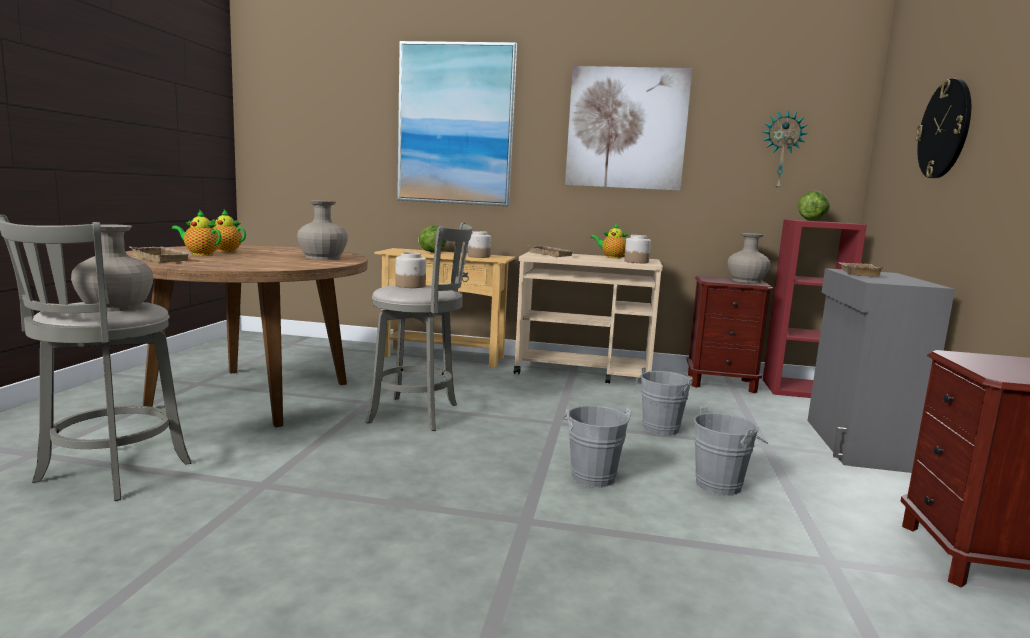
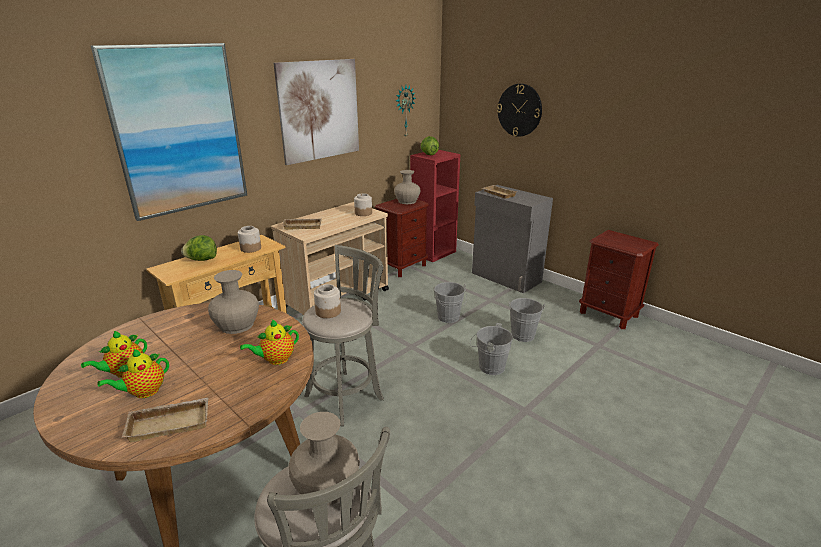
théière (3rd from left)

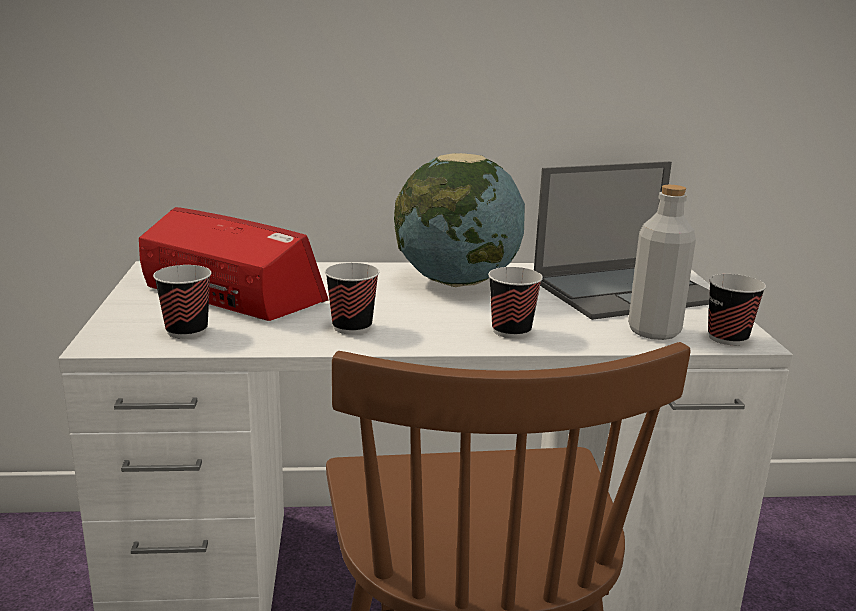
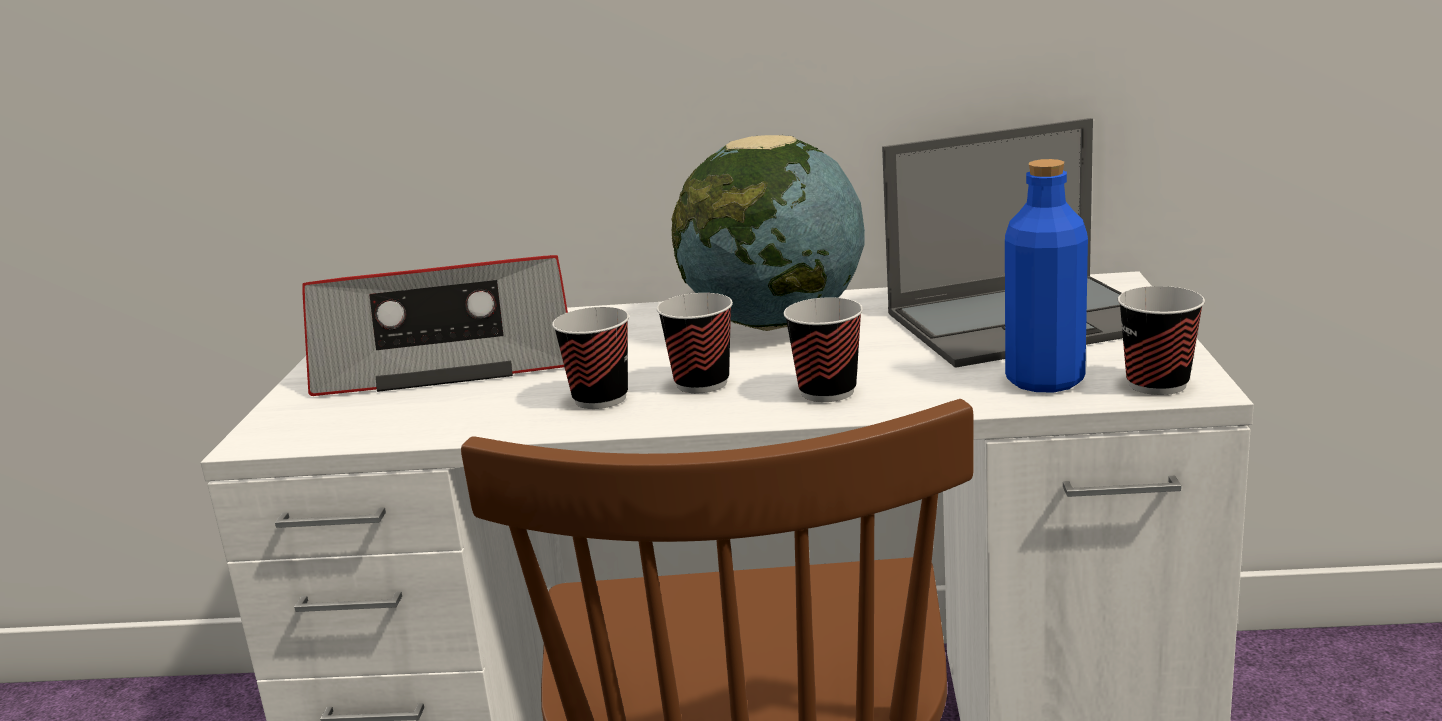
bouteille/bleu
radio
tasse (2nd from left)

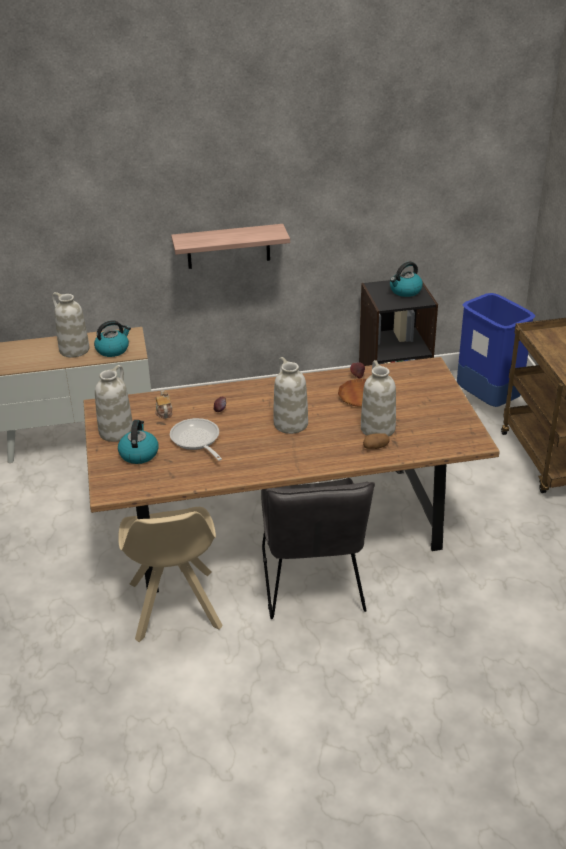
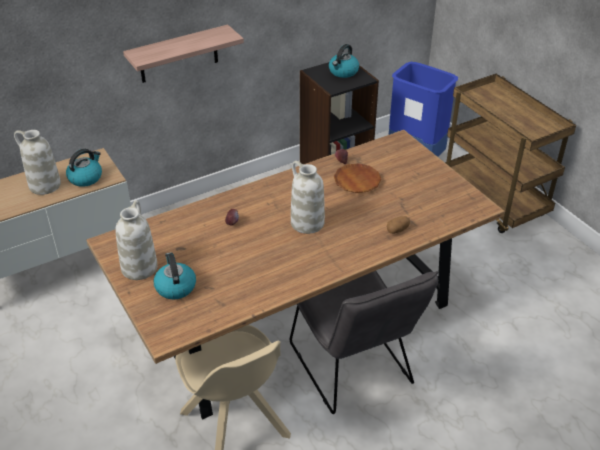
vase/blanc (4th from left in the first image)
théière
poêle

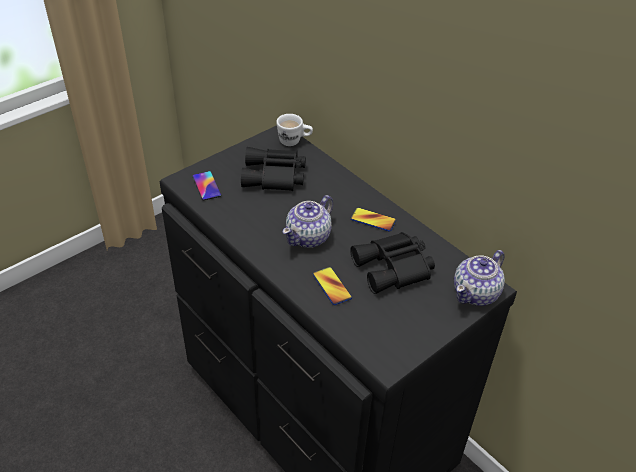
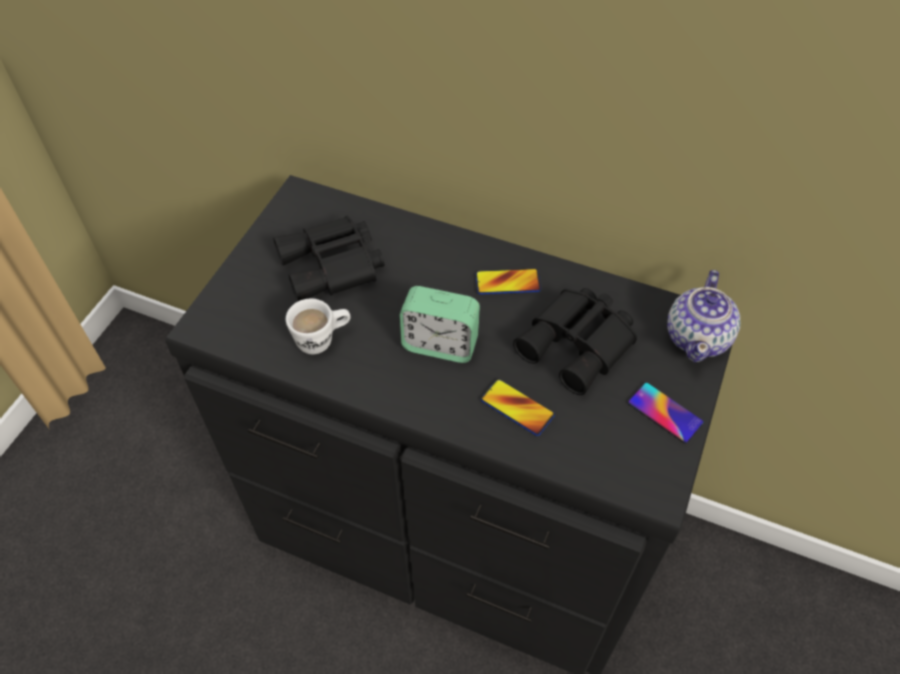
mug/blanc
téléphone (3rd from left)
réveil

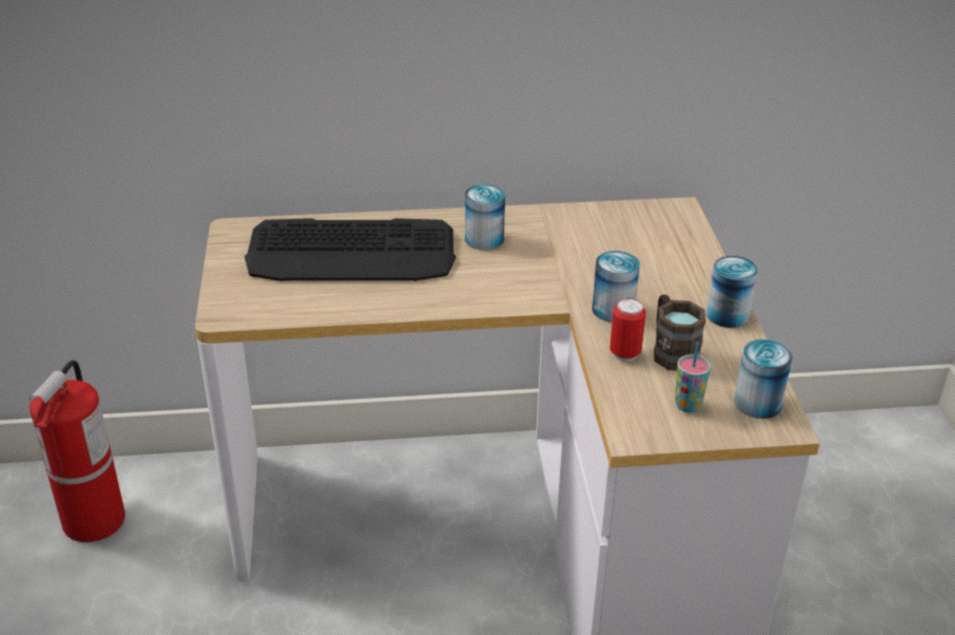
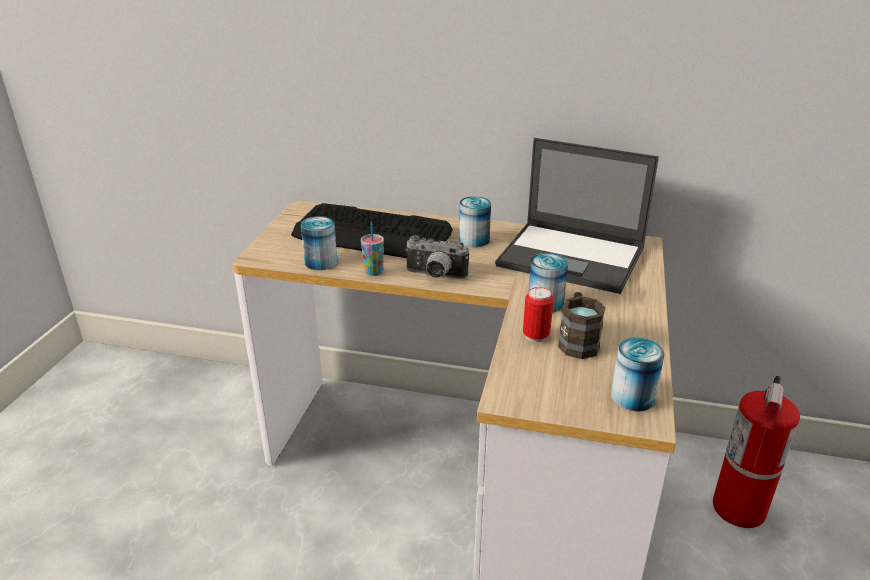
boîte métallique (1st from left)
tasse
extincteur
ordinateur portable
appareil photo

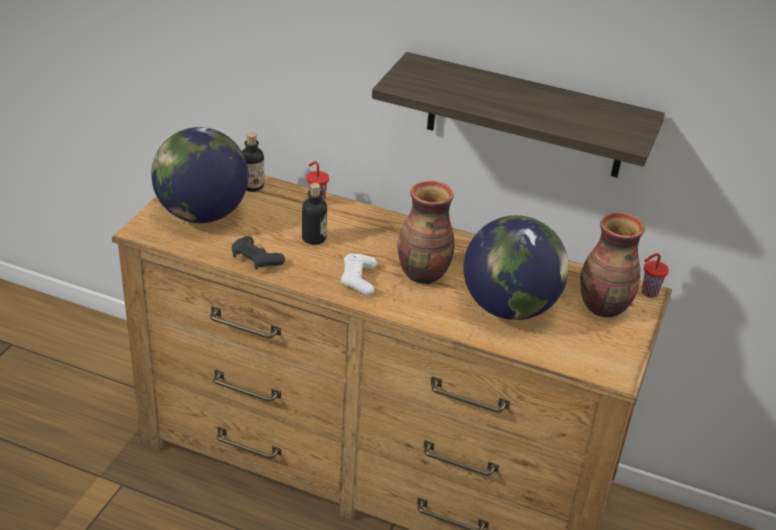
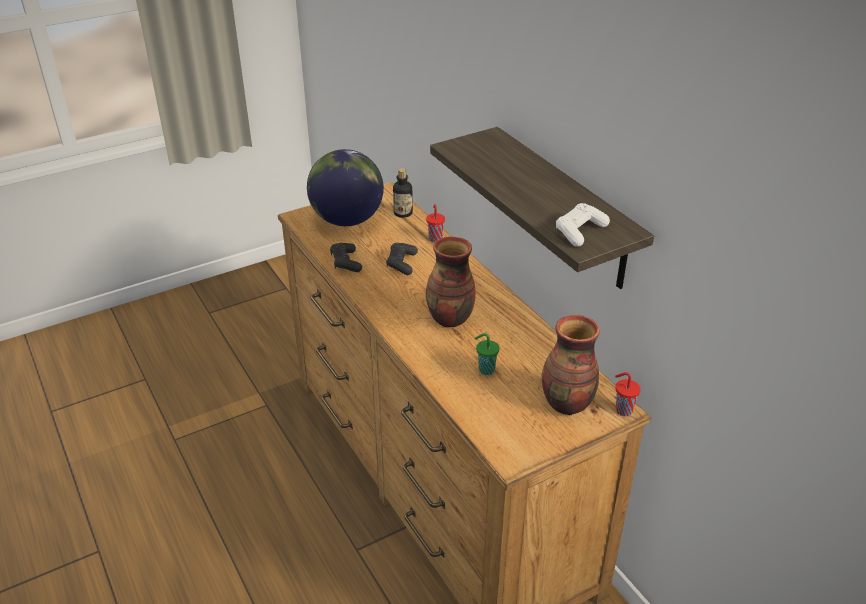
manette/noir (2nd from left)
tasse/vert
manette/blanc

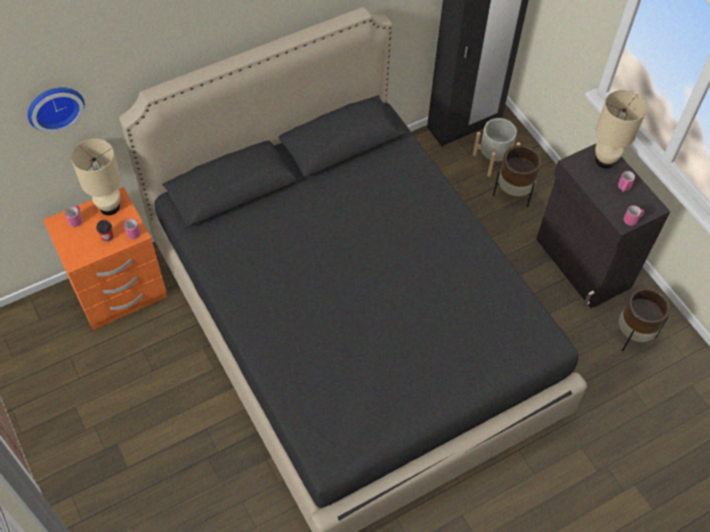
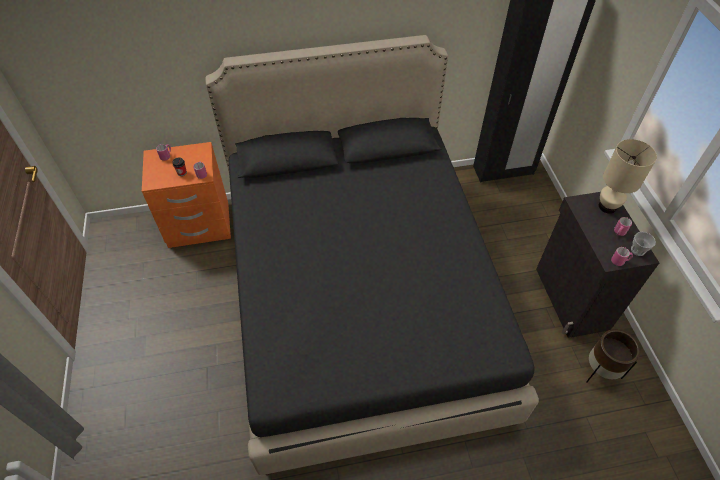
horloge murale
cache-pot/gris
lampe de table/beige (1st from left in the first image)
cache-pot/marron (1st from left in the first image)
tasse (2nd from left)

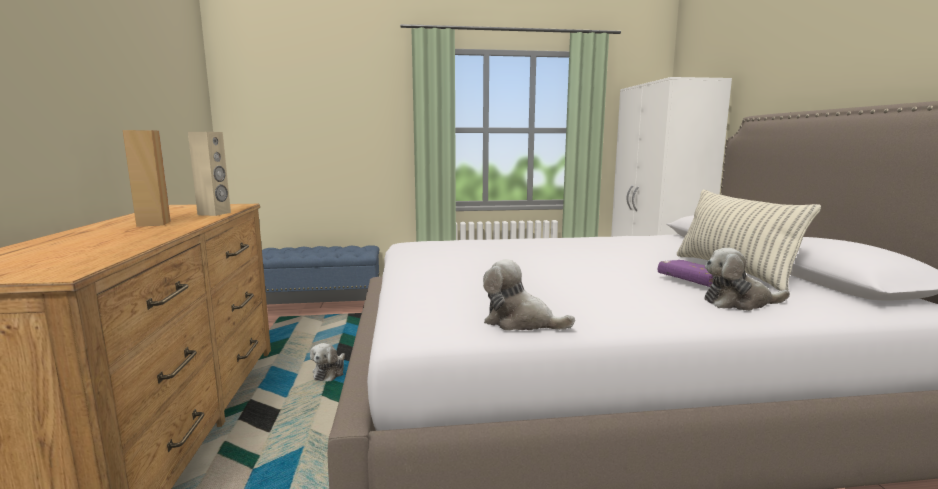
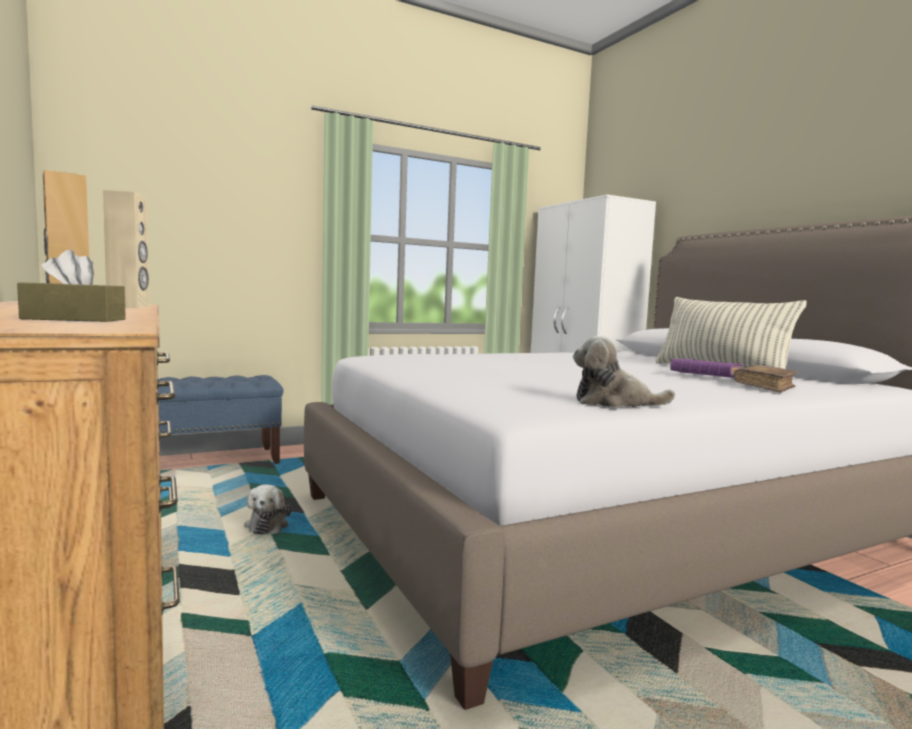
livre/marron
boîte à mouchoirs/marron

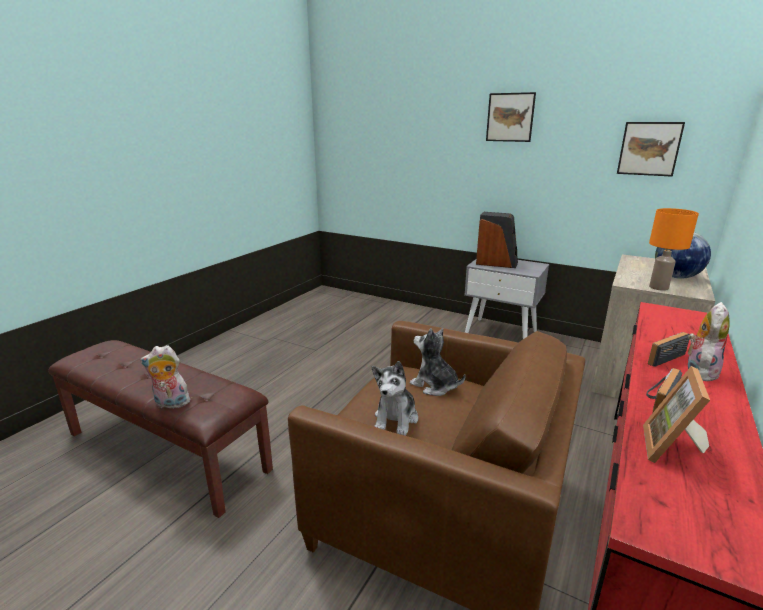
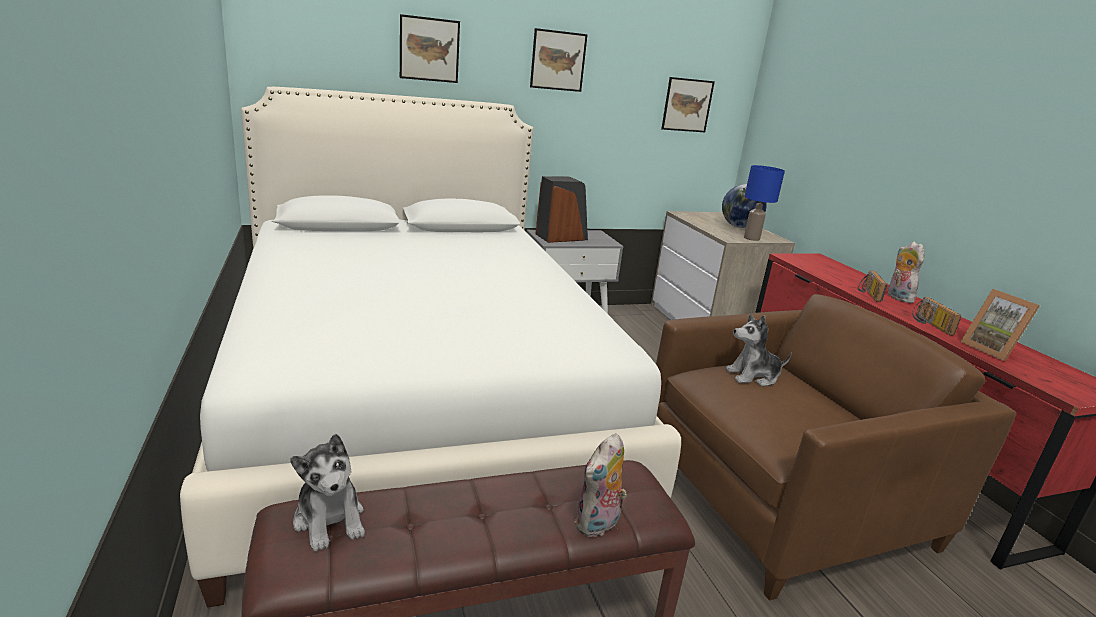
lampe de table/bleu
peluche (1st from left)
tableau (1st from left)
lit/blanc

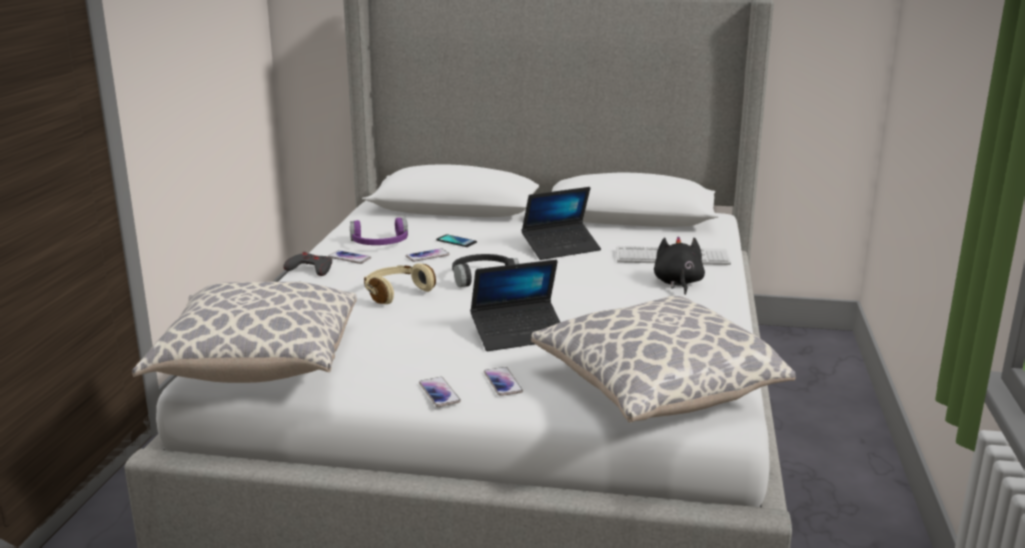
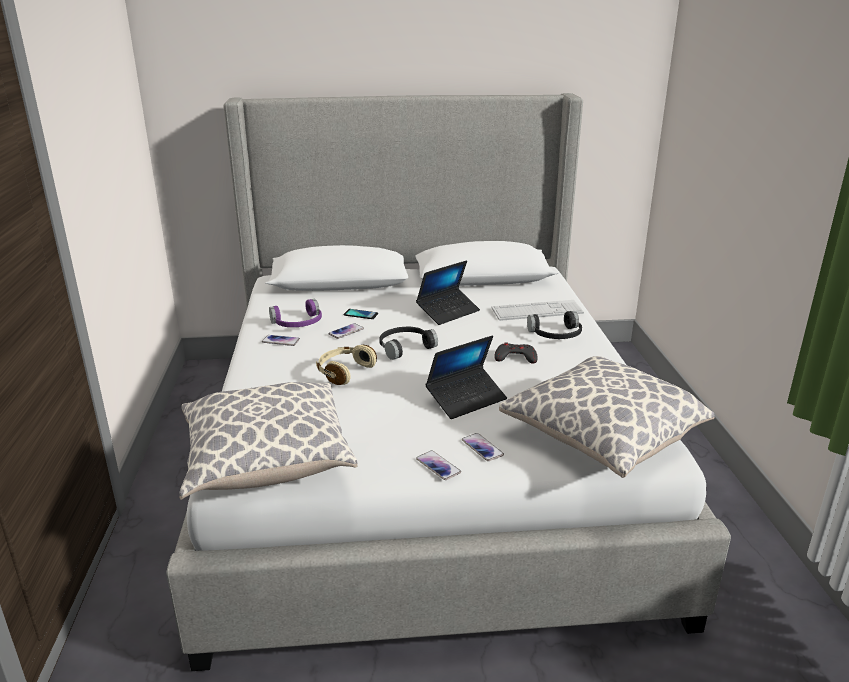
casque audio/noir (2nd from left)
manette/gris

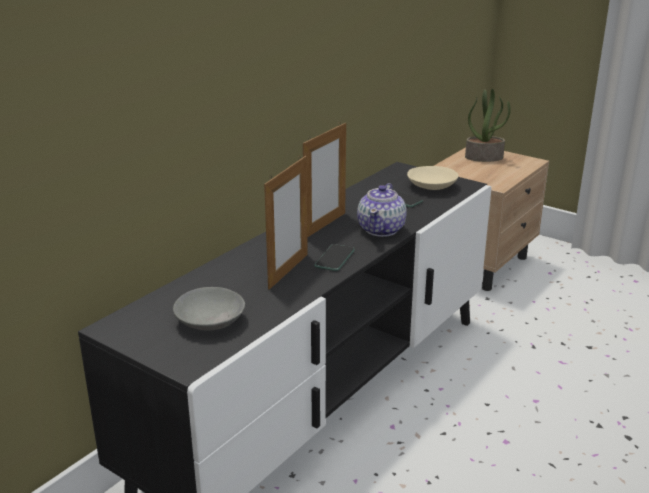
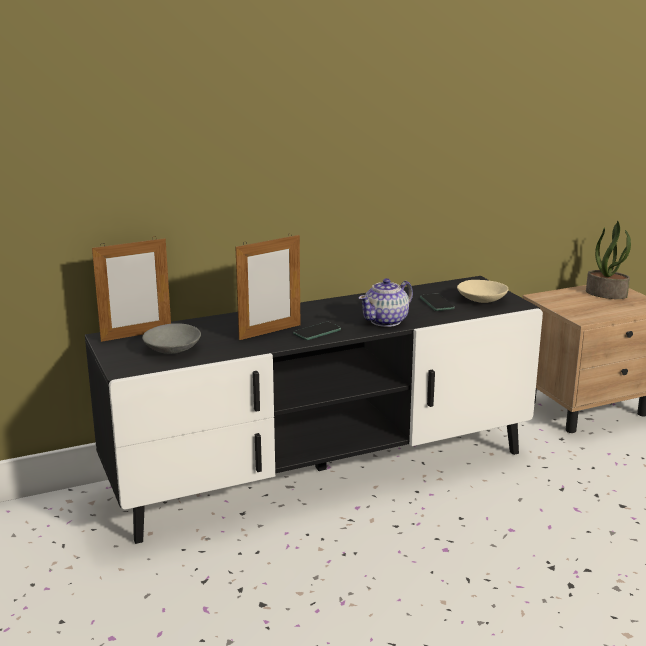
cadre photo (1st from left)

